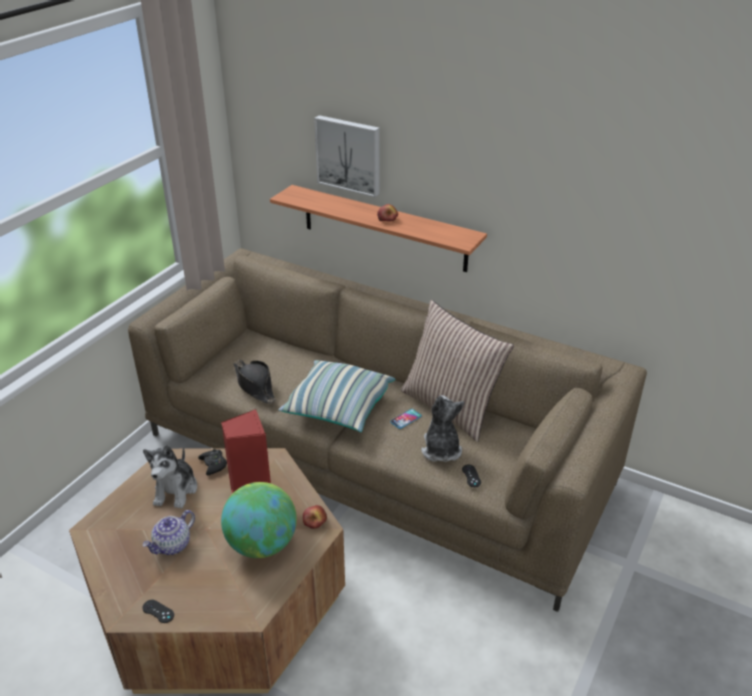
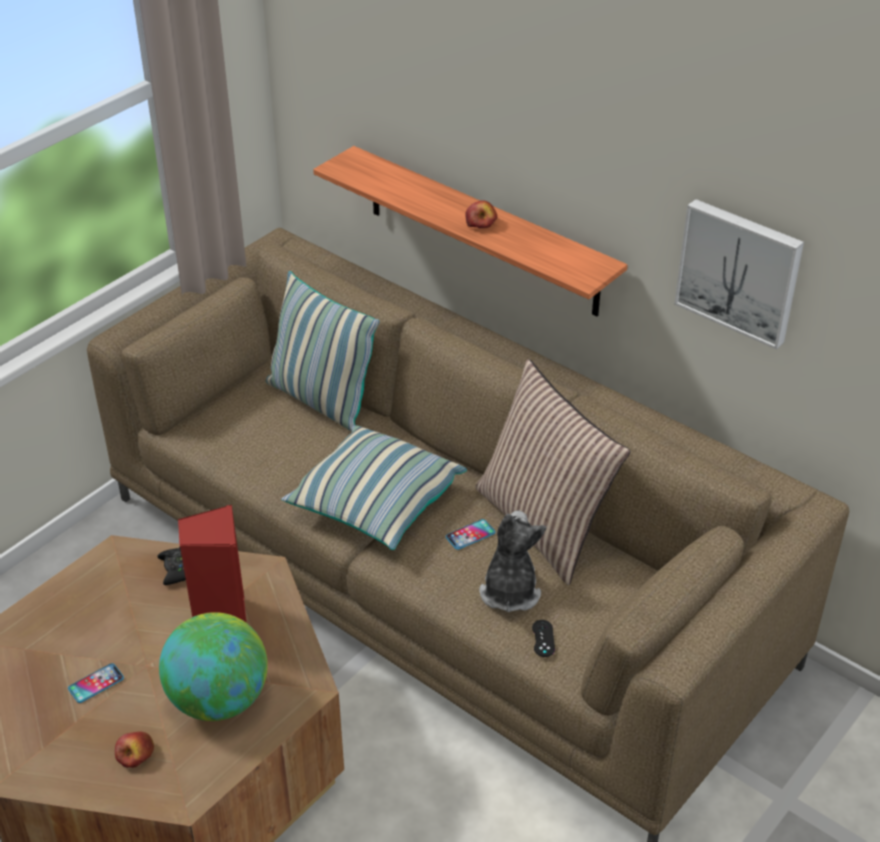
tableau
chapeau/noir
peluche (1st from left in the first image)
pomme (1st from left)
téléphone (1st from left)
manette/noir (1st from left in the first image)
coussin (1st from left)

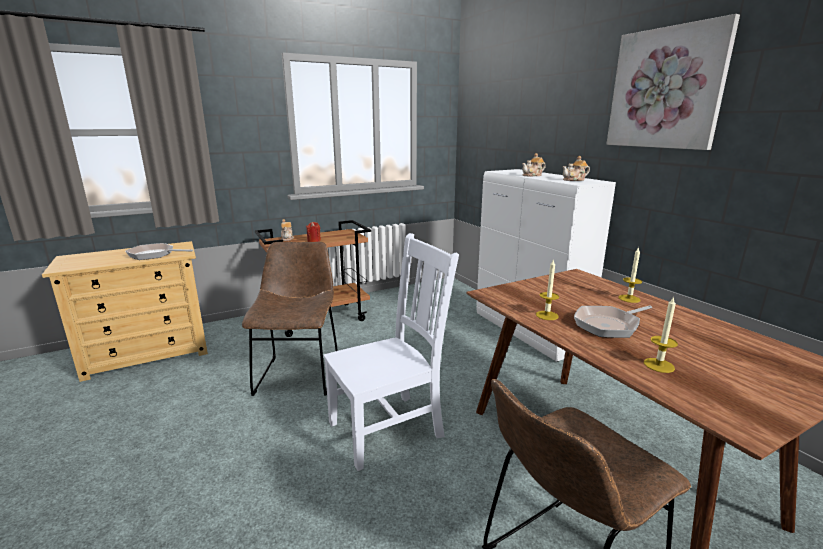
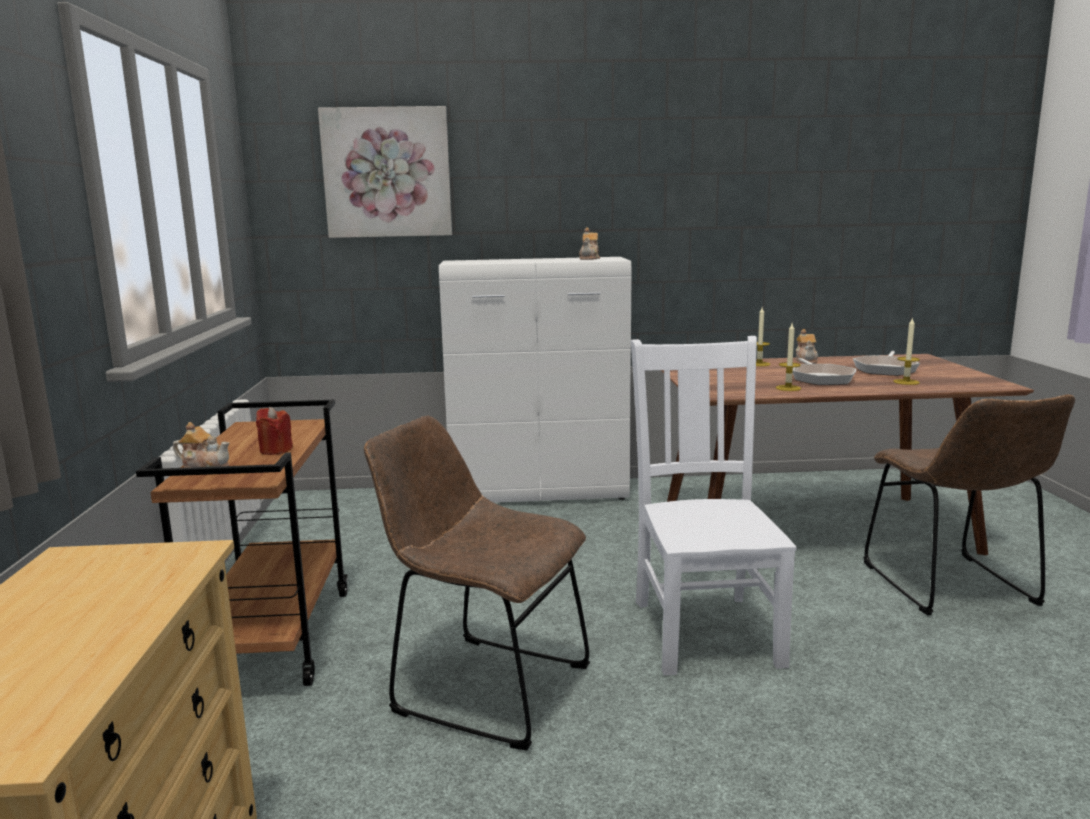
tableau
théière (3rd from left)
poêle (2nd from left)

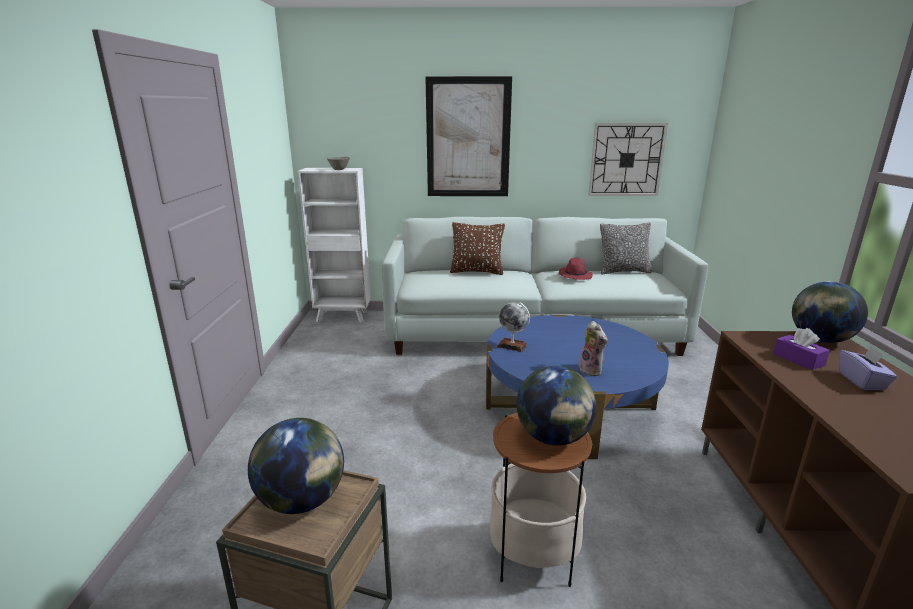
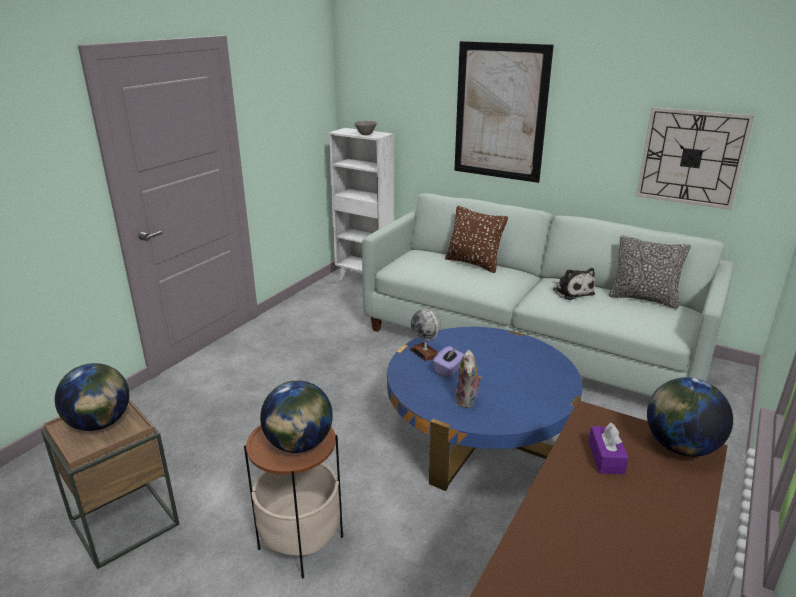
peluche (2nd from left)
boîte à mouchoirs/violet (1st from left)

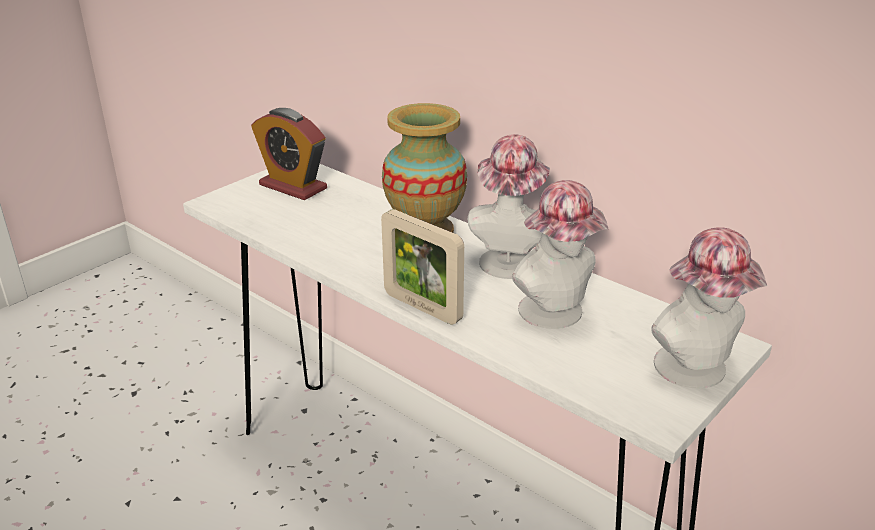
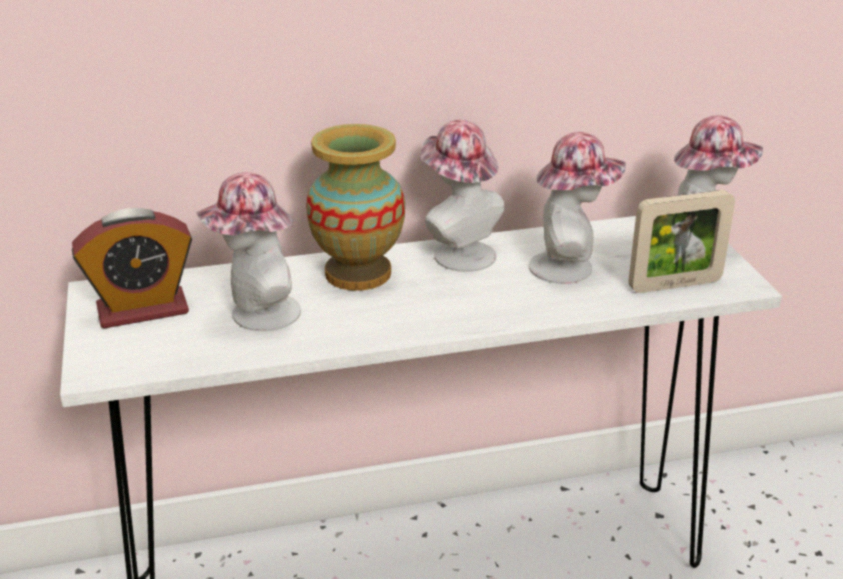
cadre photo
chapeau (1st from left)

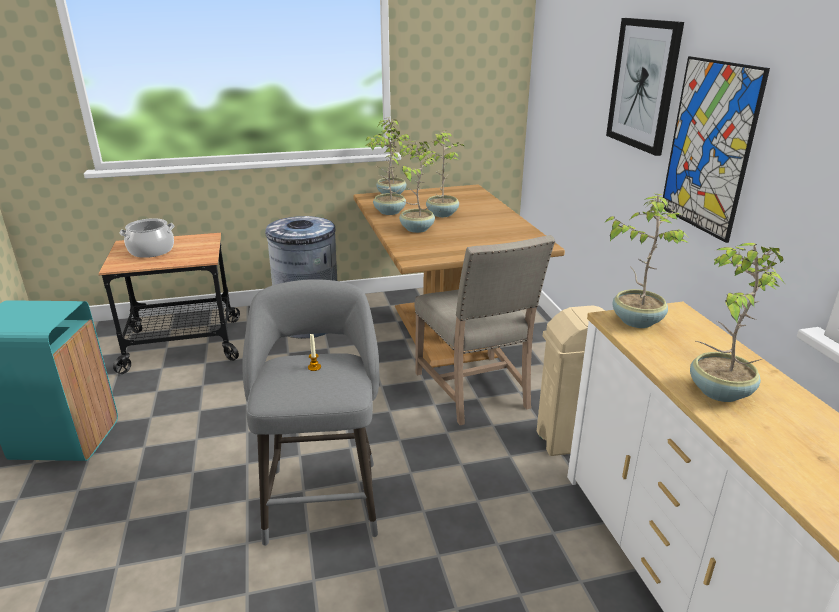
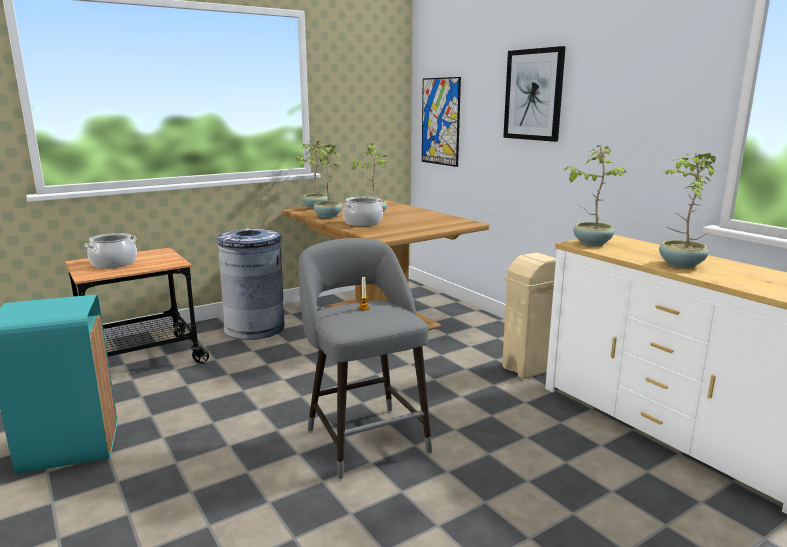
tableau (1st from left)
marmite (2nd from left)
chaise/beige

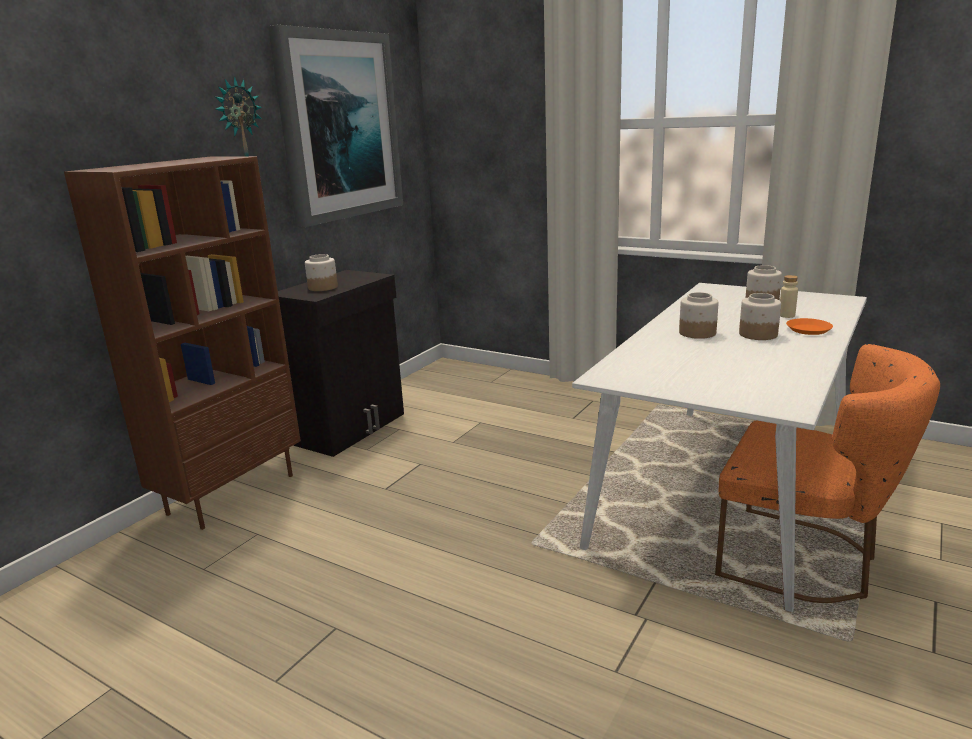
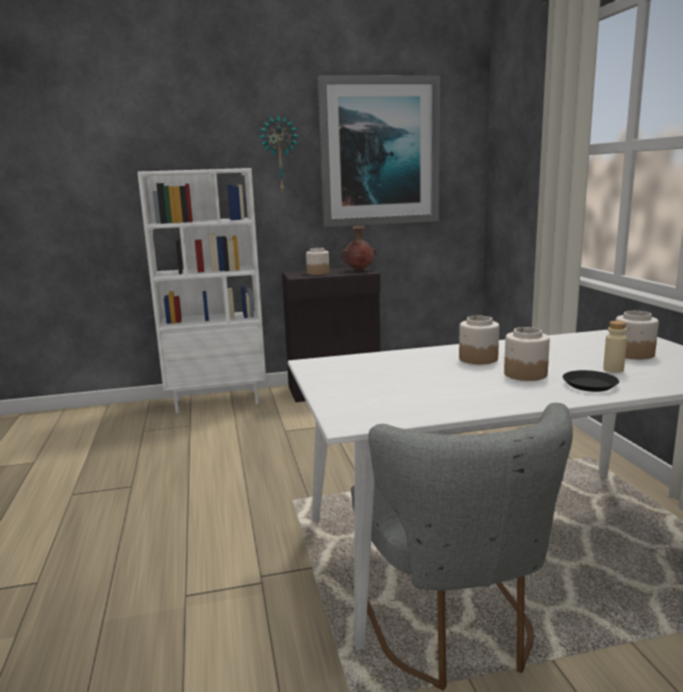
bibliothèque/blanc
assiette/noir
chaise/gris
vase/marron

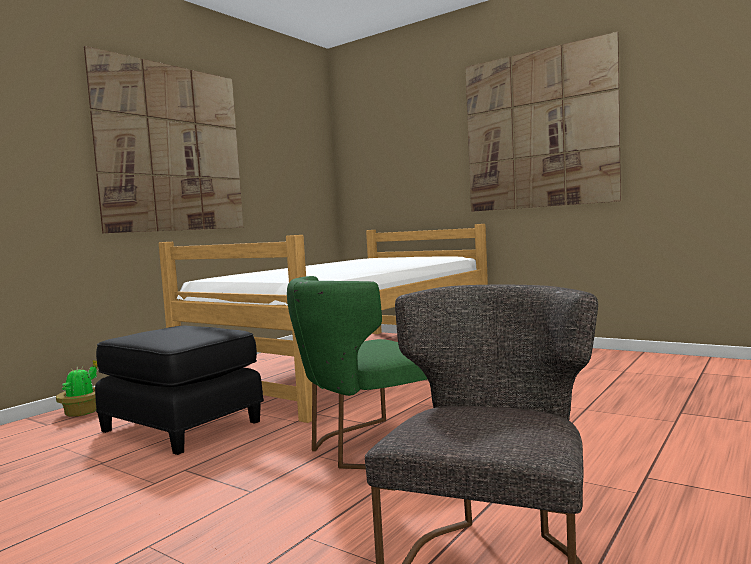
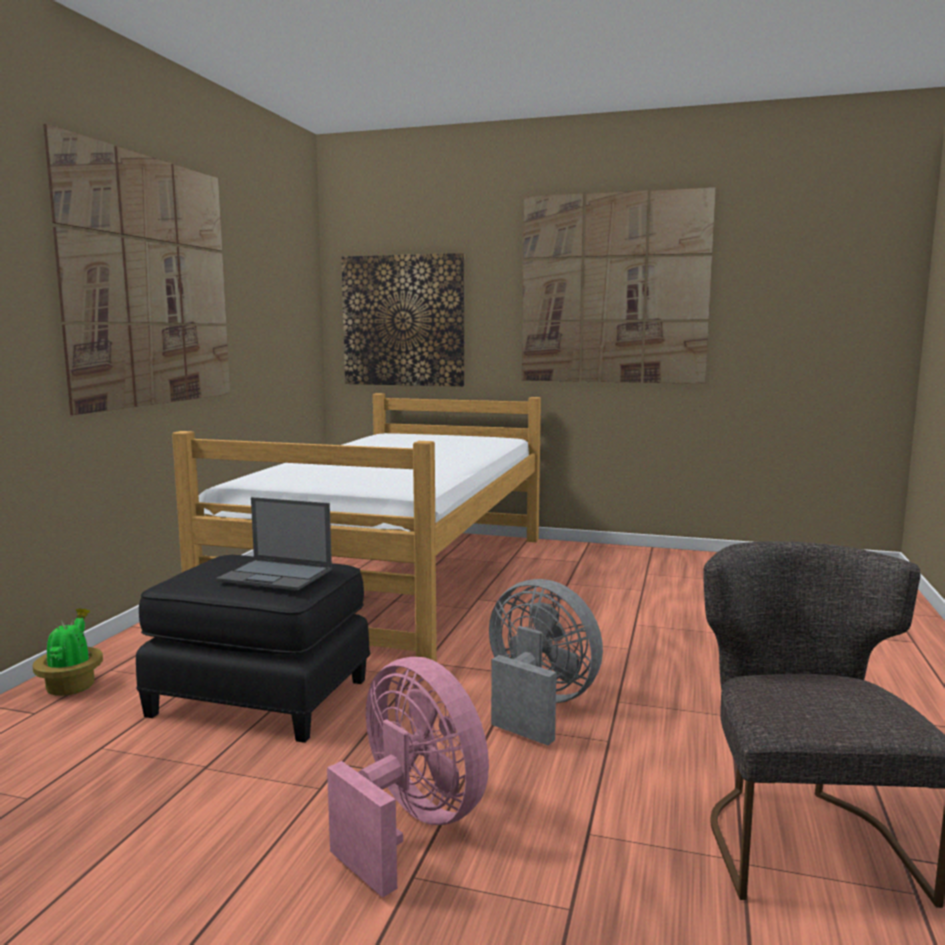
ventilateur/gris
tableau (2nd from left)
ordinateur portable
ventilateur/rose

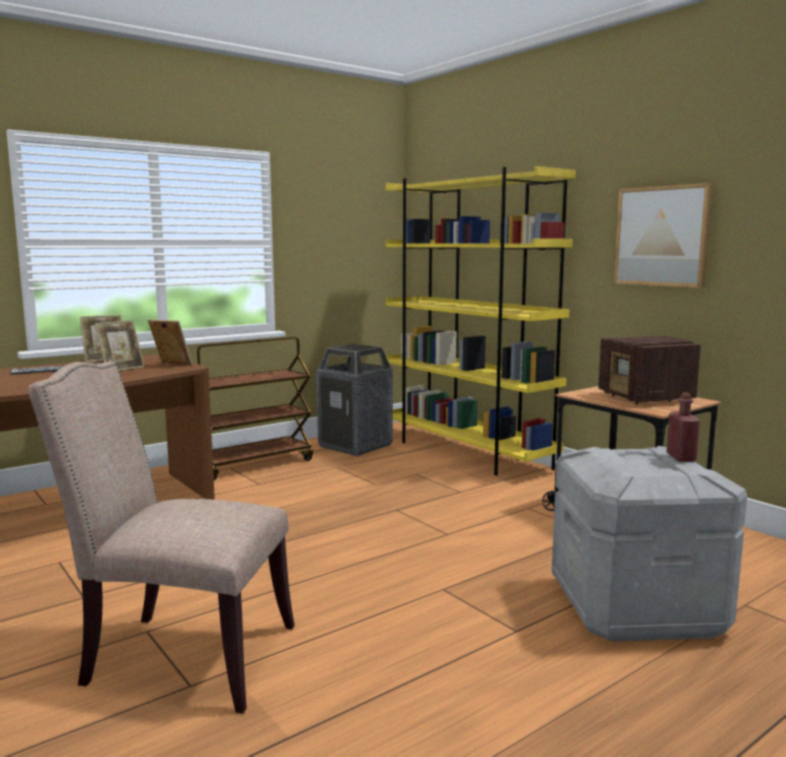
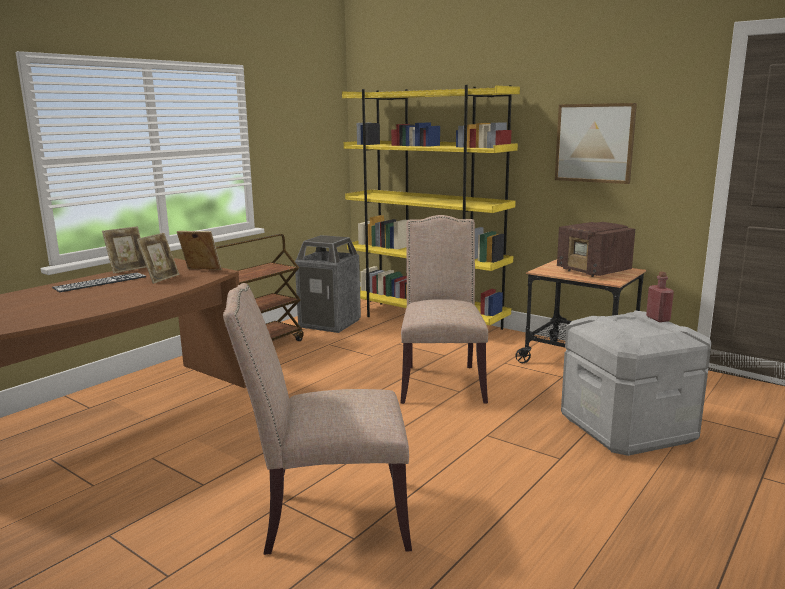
chaise/beige (2nd from left)

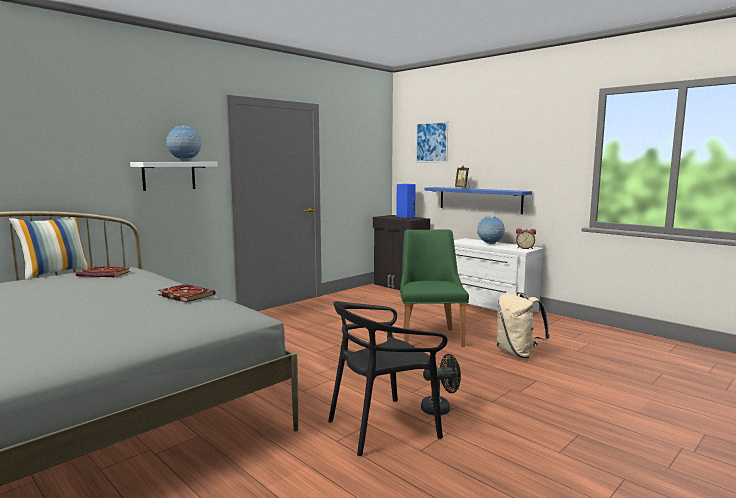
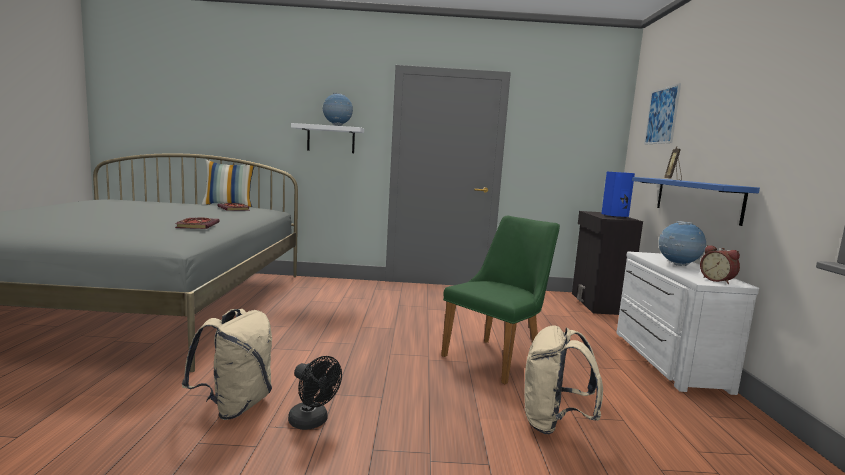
sac à dos/beige (1st from left)

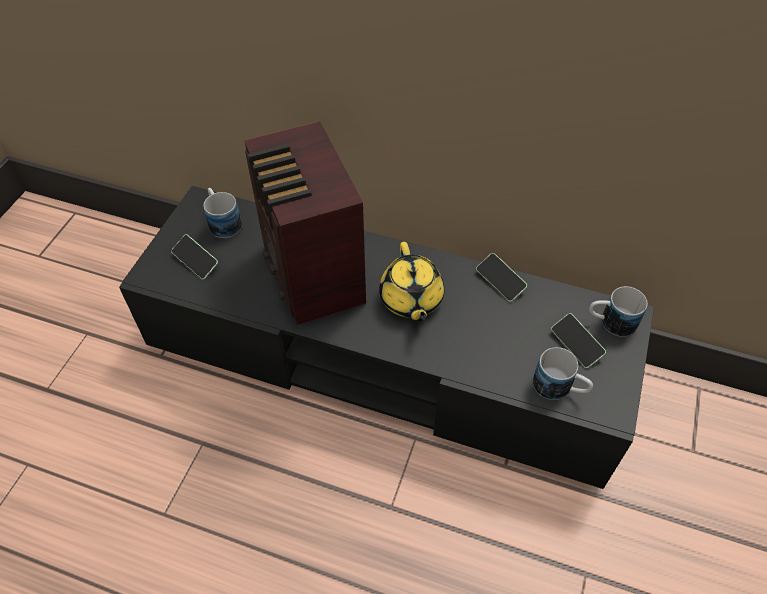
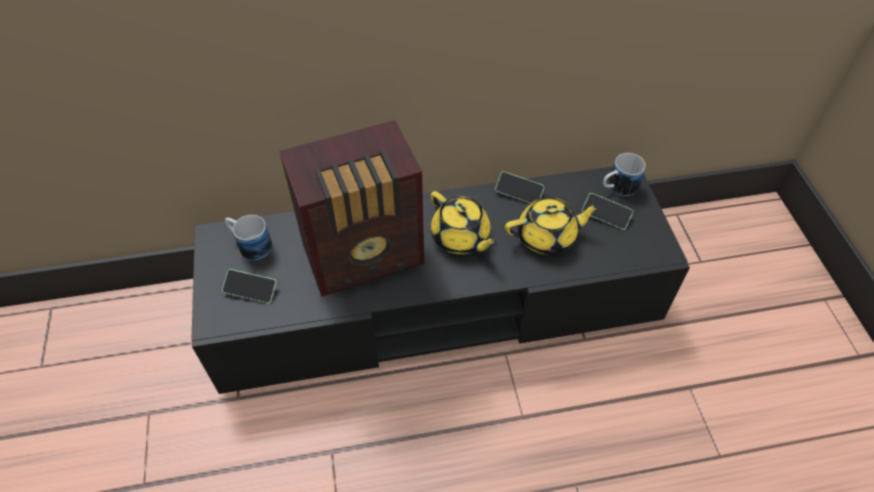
radio
mug (2nd from left in the first image)
théière/jaune (2nd from left)

